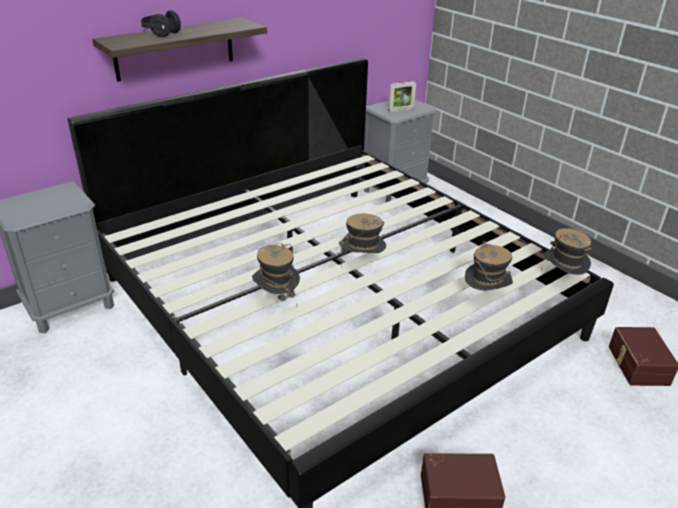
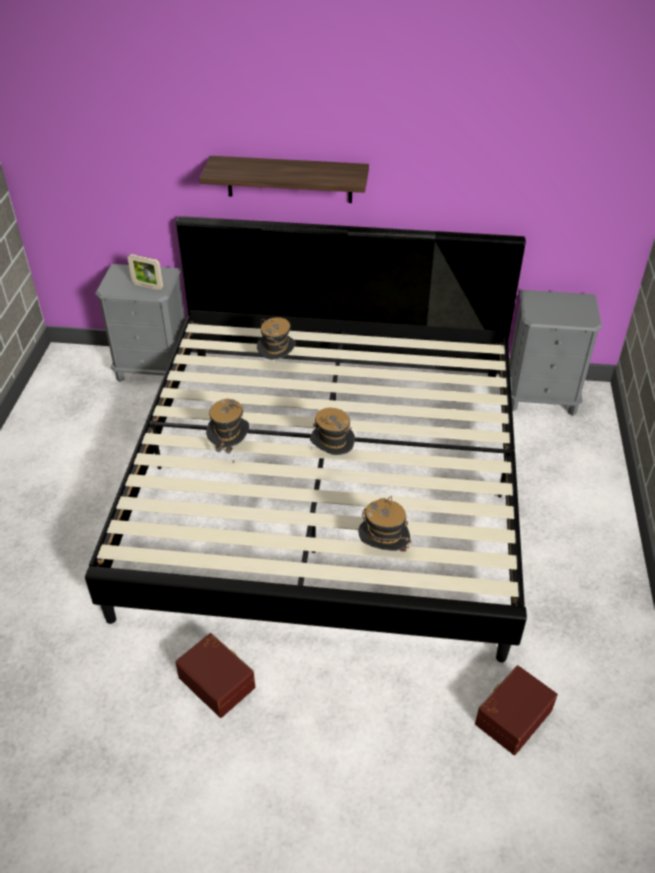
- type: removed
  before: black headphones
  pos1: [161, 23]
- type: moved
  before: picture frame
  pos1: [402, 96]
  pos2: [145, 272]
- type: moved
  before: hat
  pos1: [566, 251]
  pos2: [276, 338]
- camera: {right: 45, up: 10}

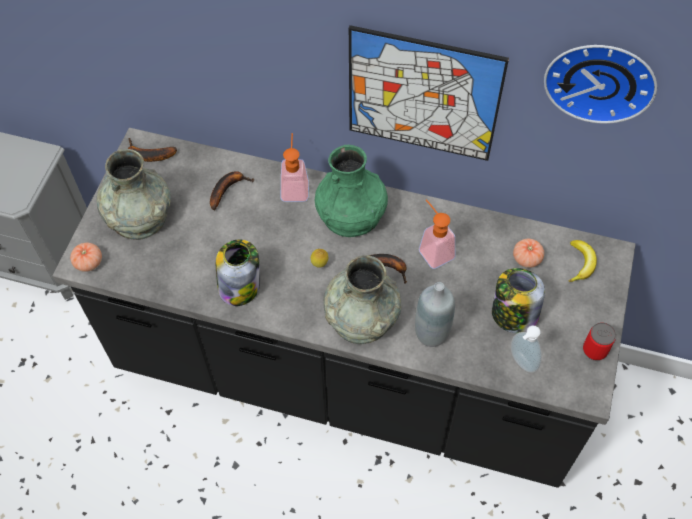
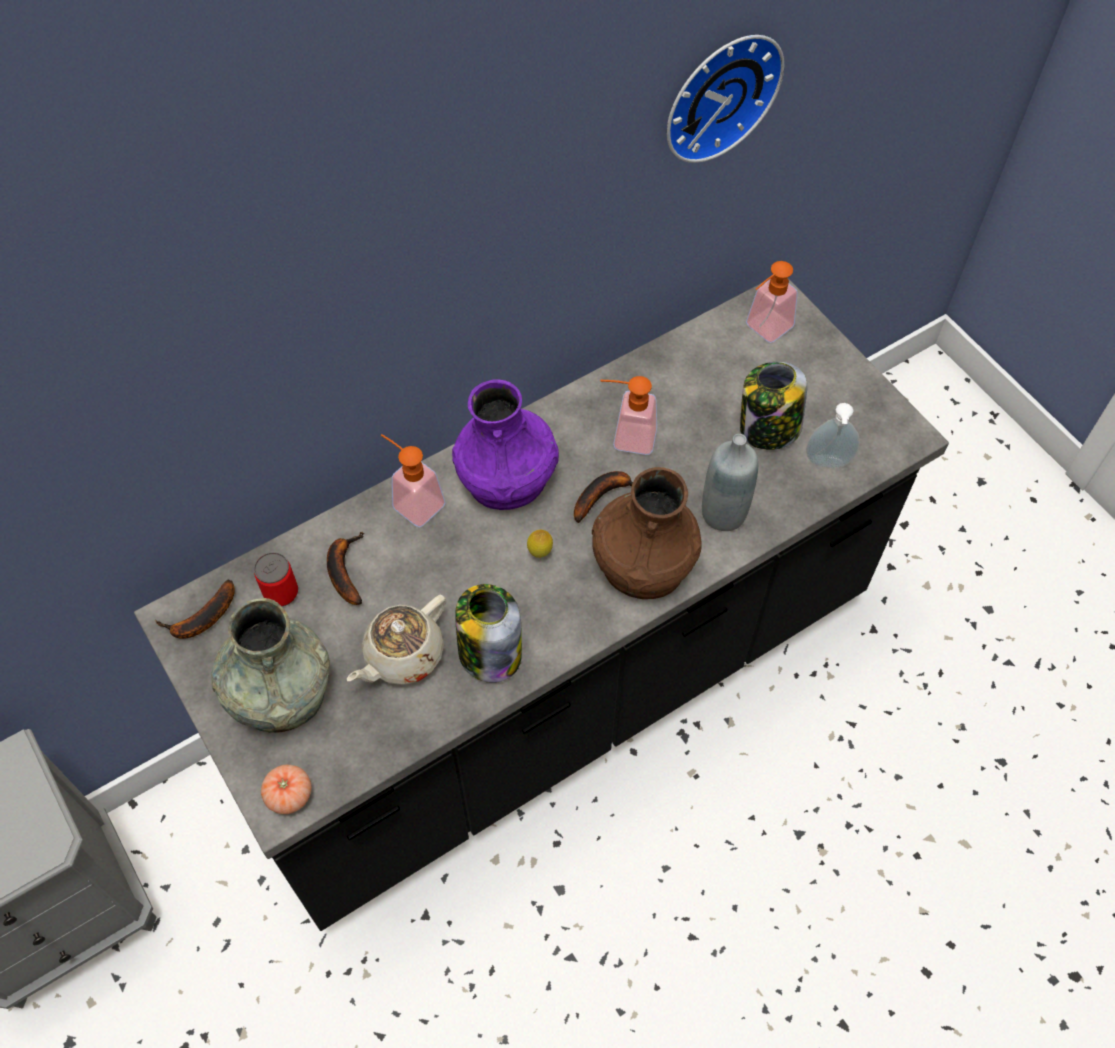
- type: removed
  before: picture
  pos1: [429, 93]
- type: removed
  before: tomato
  pos1: [528, 253]
- type: added
  after: beige teapot
  pos2: [396, 640]
- type: moved
  before: can
  pos1: [599, 341]
  pos2: [276, 579]
- type: replaced
  before: banana
  after: soap dispenser
  pos1: [582, 261]
  pos2: [772, 302]
- type: recoloured
  before: green vase
  after: purple vase
  pos1: [351, 191]
  pos2: [505, 444]
- type: recoloured
  before: grey vase
  after: brown vase
  pos1: [362, 299]
  pos2: [647, 533]
- camera: {right: -50, up: 0}

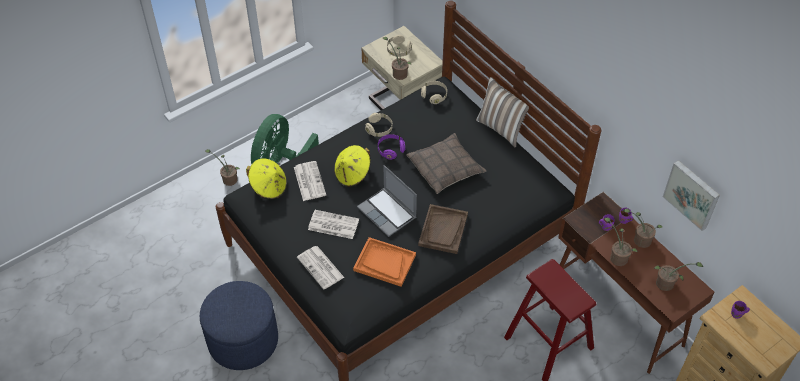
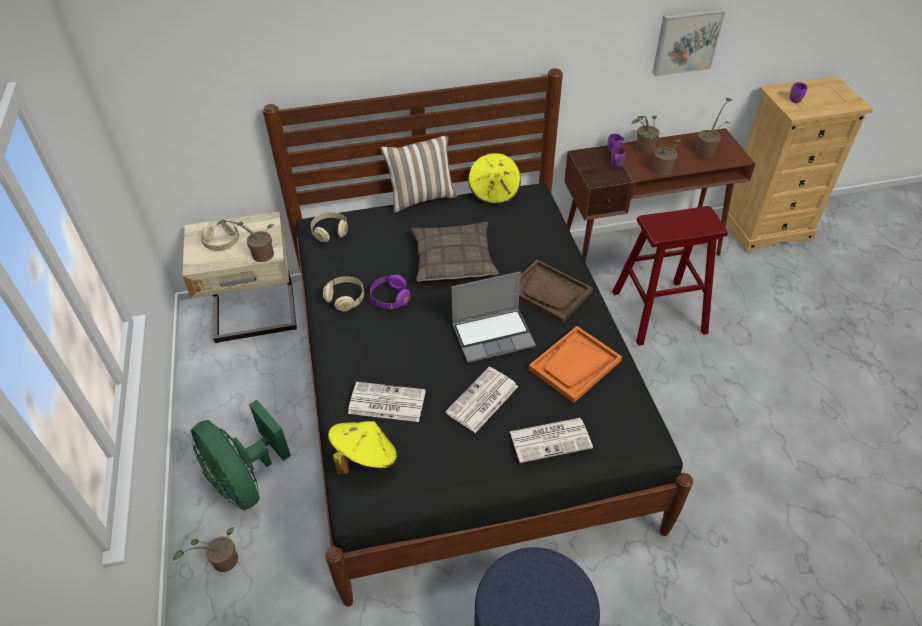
- type: moved
  before: yellow hat
  pos1: [352, 166]
  pos2: [494, 179]
- camera: {right: -65, up: -5}

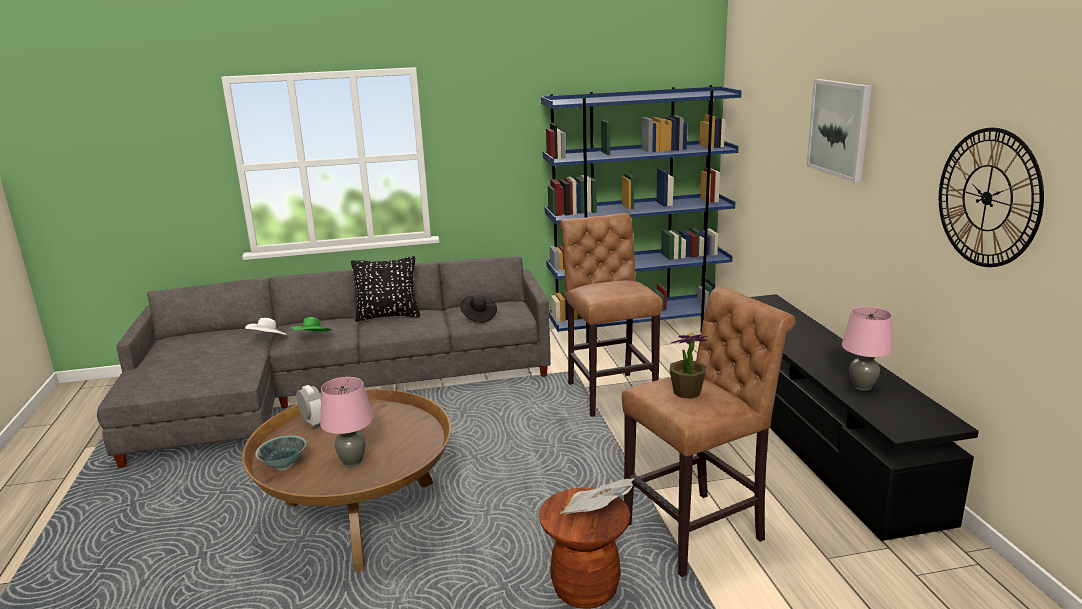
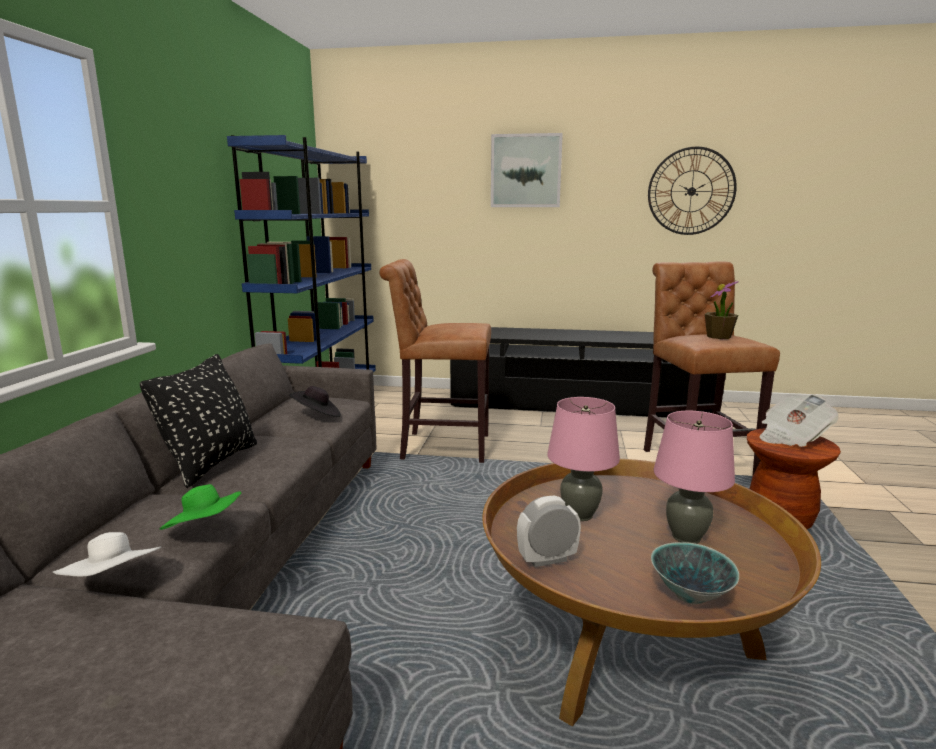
- type: moved
  before: pink table lamp
  pos1: [868, 349]
  pos2: [583, 459]
- camera: {right: -70, up: -5}

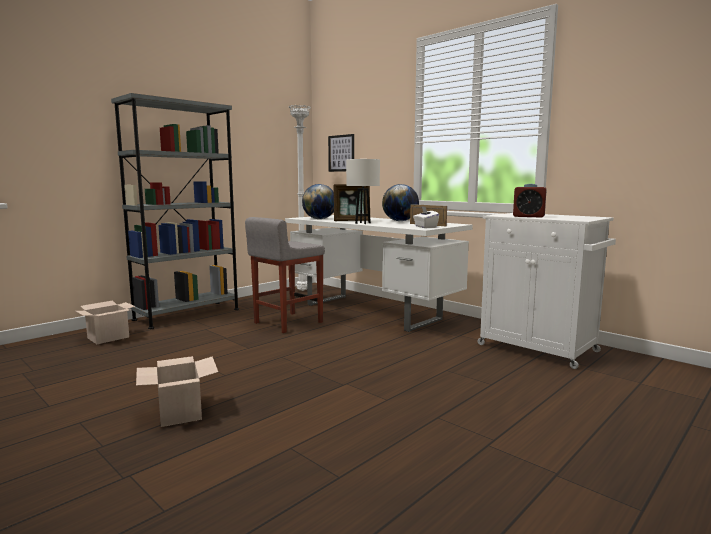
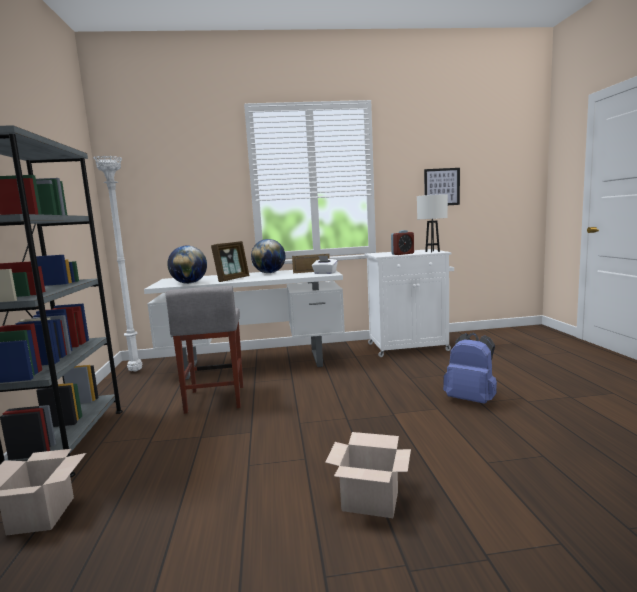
- type: added
  after: blue backpack
  pos2: [470, 368]
- type: moved
  before: picture
  pos1: [341, 153]
  pos2: [442, 186]
- type: moved
  before: white table lamp
  pos1: [363, 191]
  pos2: [432, 223]
- camera: {right: -50, up: 0}

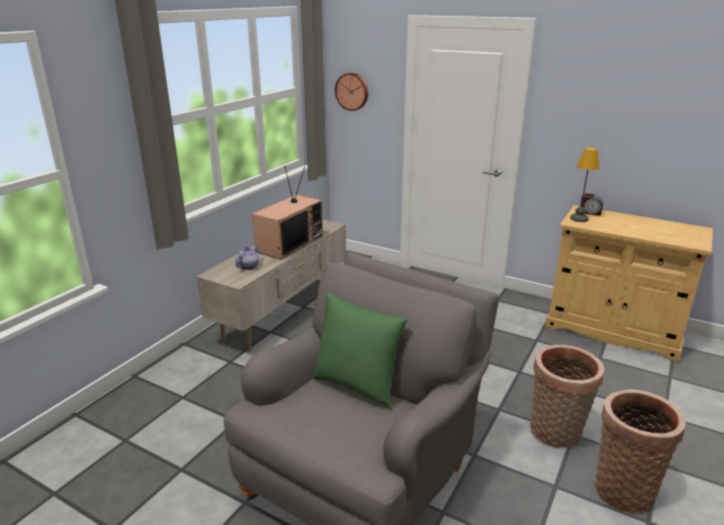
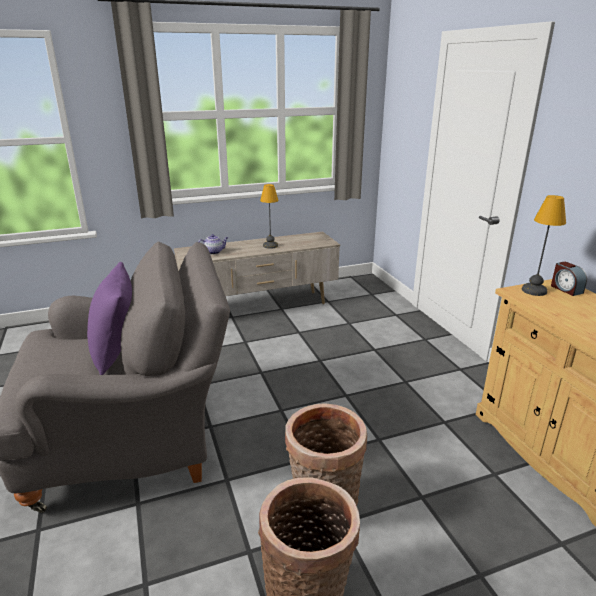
- type: removed
  before: wall clock
  pos1: [351, 92]
- type: replaced
  before: television
  after: table lamp
  pos1: [287, 211]
  pos2: [269, 216]
- type: recoloured
  before: green pillow
  after: purple pillow
  pos1: [360, 351]
  pos2: [109, 318]
- camera: {right: 40, up: 0}

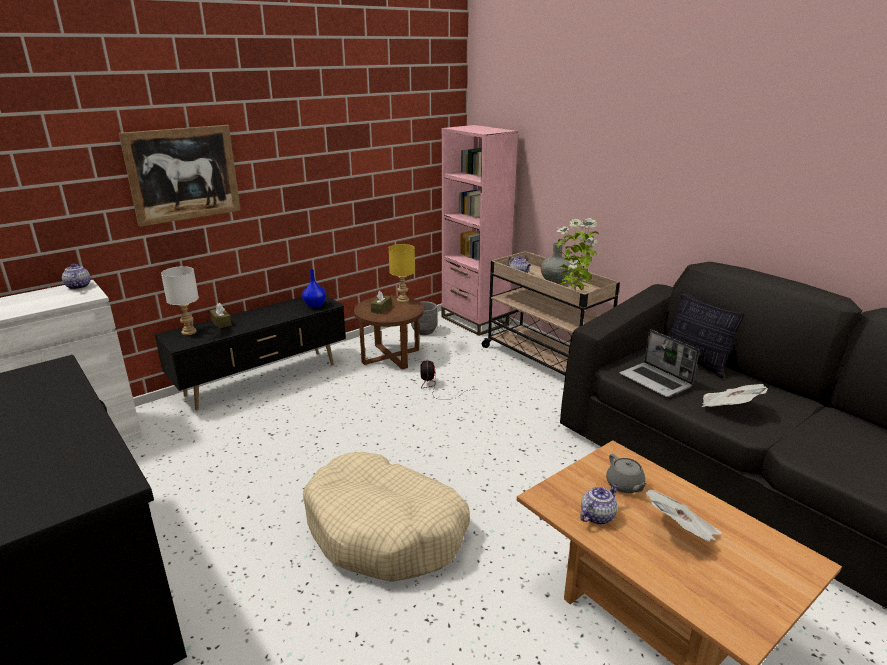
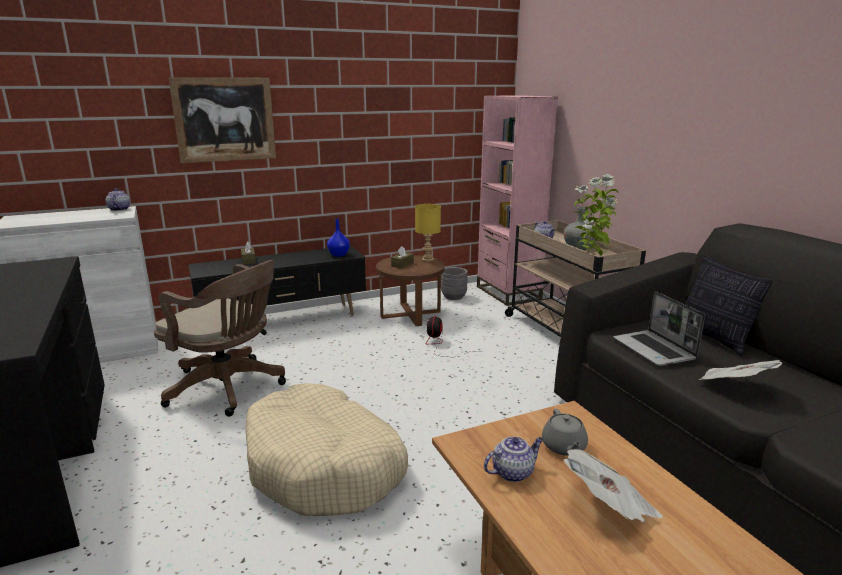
- type: removed
  before: white table lamp
  pos1: [180, 300]
- type: added
  after: brown office chair
  pos2: [220, 338]
- camera: {right: 15, up: -5}

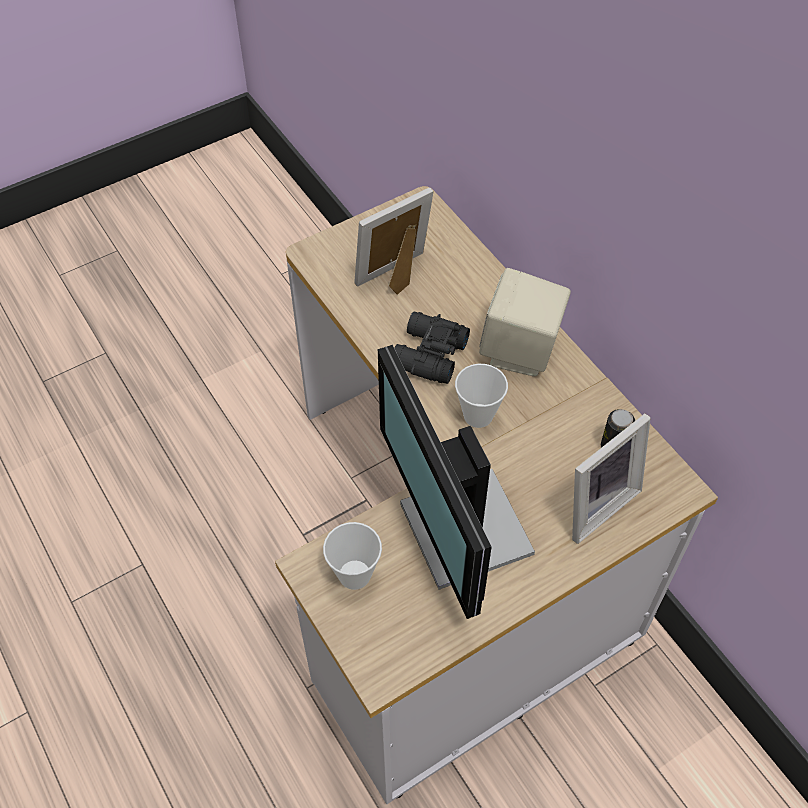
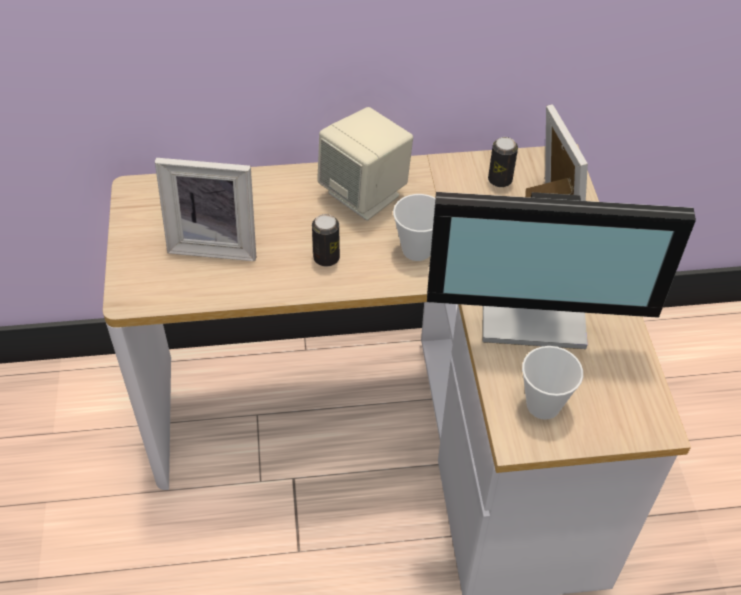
- type: replaced
  before: black binoculars
  after: can
  pos1: [432, 348]
  pos2: [326, 240]
- type: turned
  before: picture frame
  pos1: [394, 241]
  pos2: [205, 209]
  turn: -75
- camera: {right: -65, up: -5}

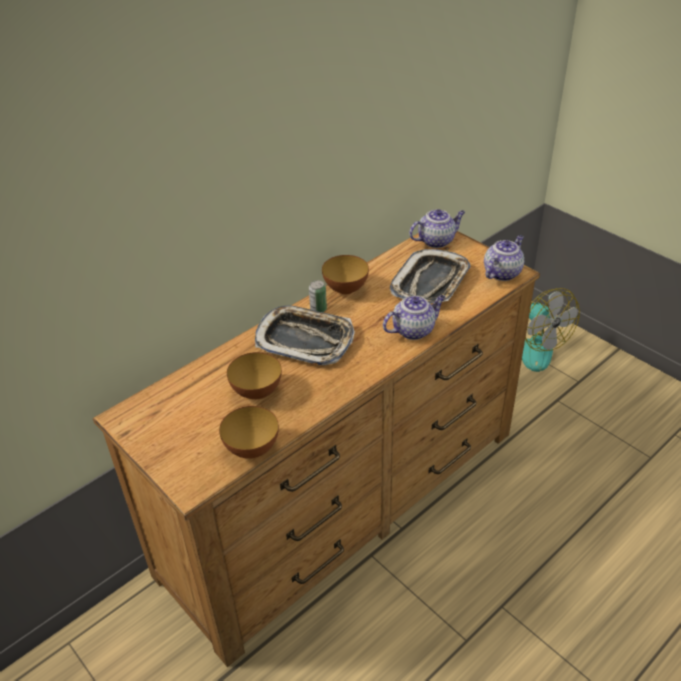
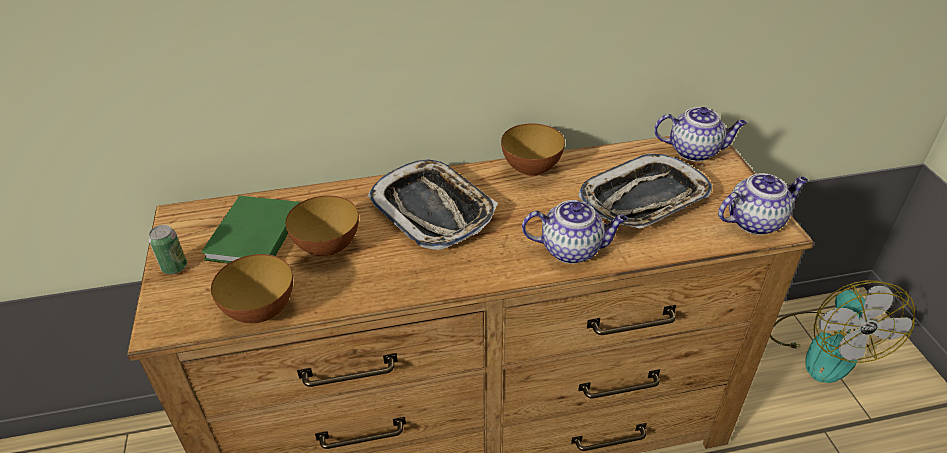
- type: added
  after: green book
  pos2: [250, 230]
- type: moved
  before: can
  pos1: [318, 296]
  pos2: [168, 249]
- camera: {right: 30, up: 0}

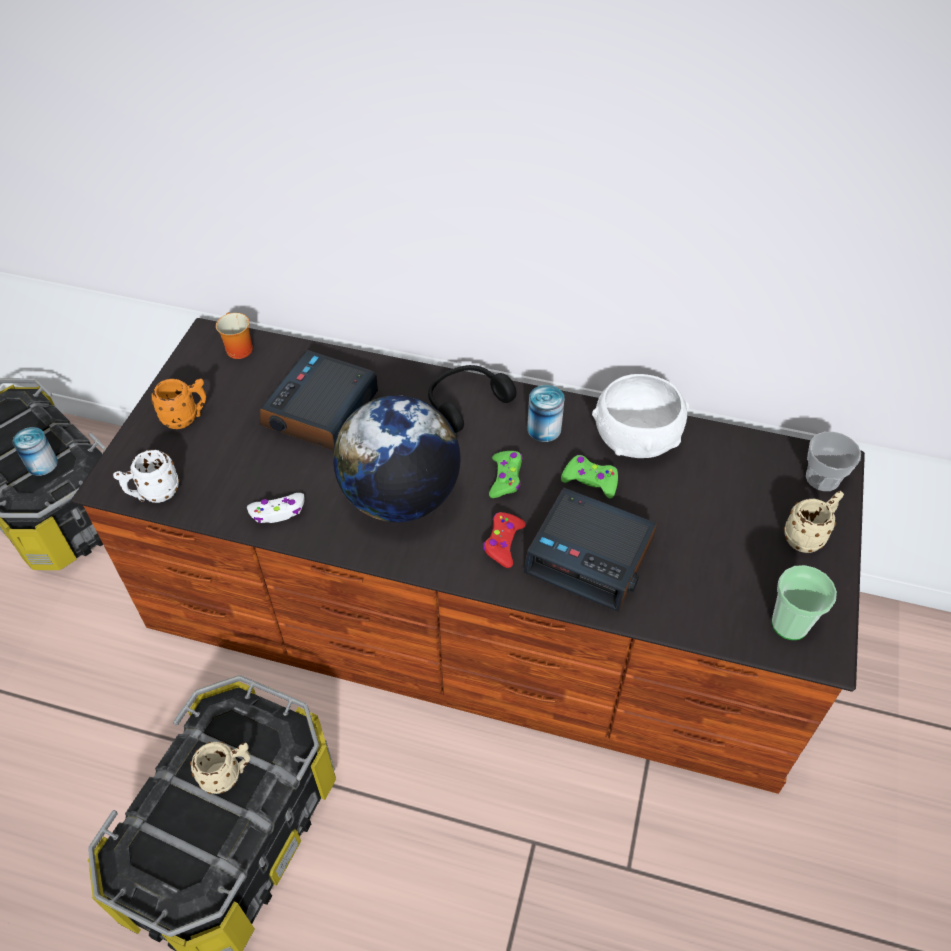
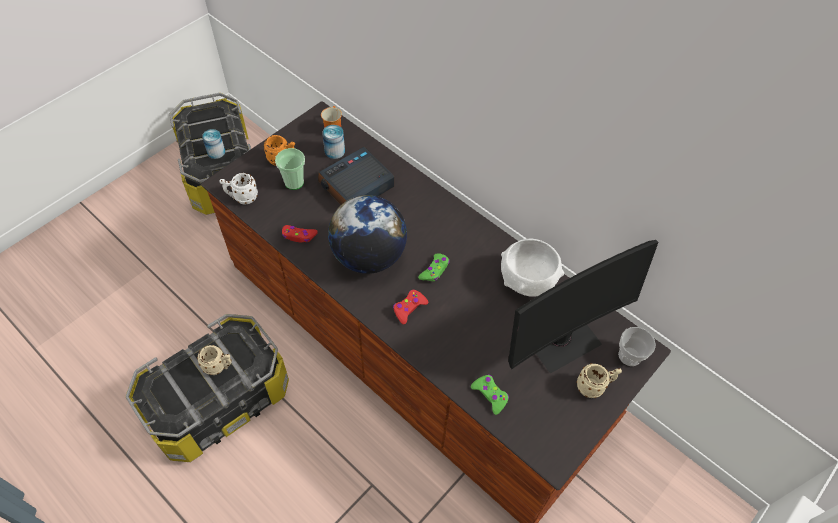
- type: removed
  before: black headphones
  pos1: [472, 399]
- type: removed
  before: alarm clock
  pos1: [590, 550]
- type: added
  after: monitor
  pos2: [583, 307]
- type: moved
  before: can
  pos1: [546, 413]
  pos2: [333, 142]
- type: moved
  before: green game controller
  pos1: [589, 477]
  pos2: [490, 395]
- type: moved
  before: cup
  pos1: [804, 602]
  pos2: [290, 169]
- type: recoloured
  before: white game controller
  after: red game controller
  pos1: [276, 508]
  pos2: [300, 234]
- camera: {right: 25, up: 5}

